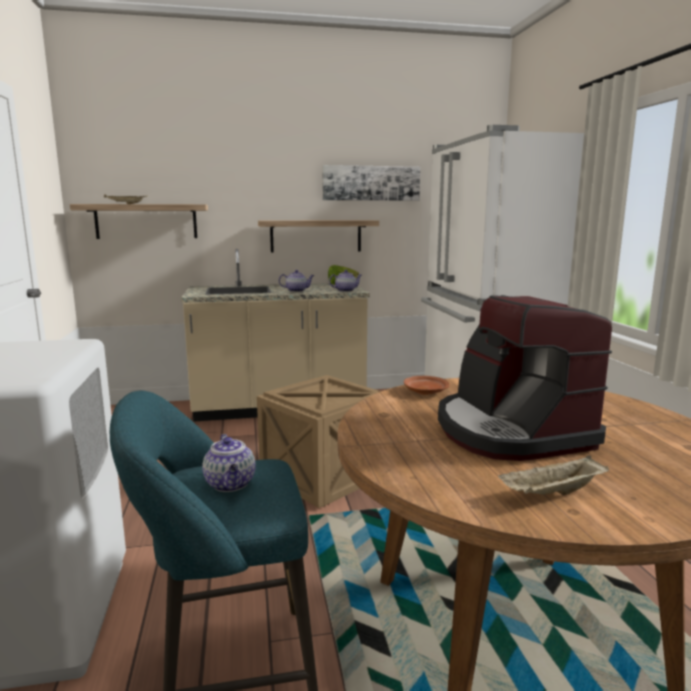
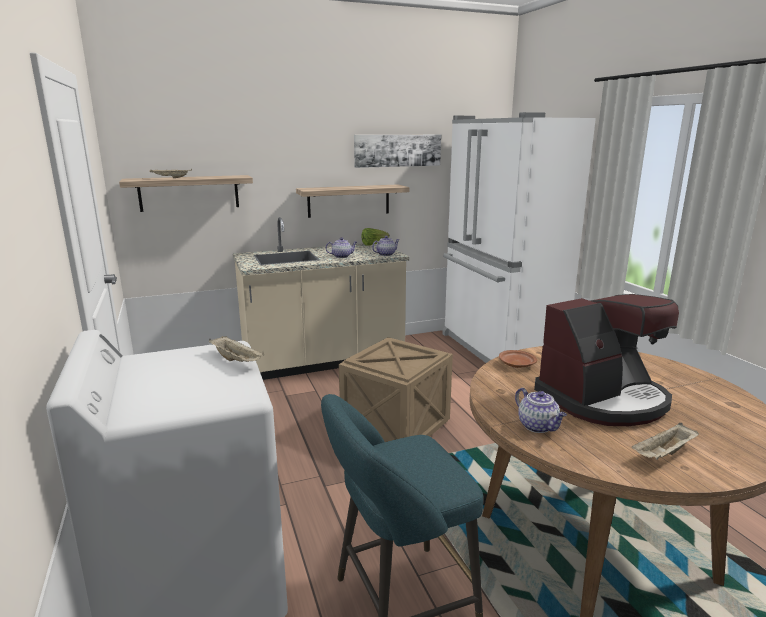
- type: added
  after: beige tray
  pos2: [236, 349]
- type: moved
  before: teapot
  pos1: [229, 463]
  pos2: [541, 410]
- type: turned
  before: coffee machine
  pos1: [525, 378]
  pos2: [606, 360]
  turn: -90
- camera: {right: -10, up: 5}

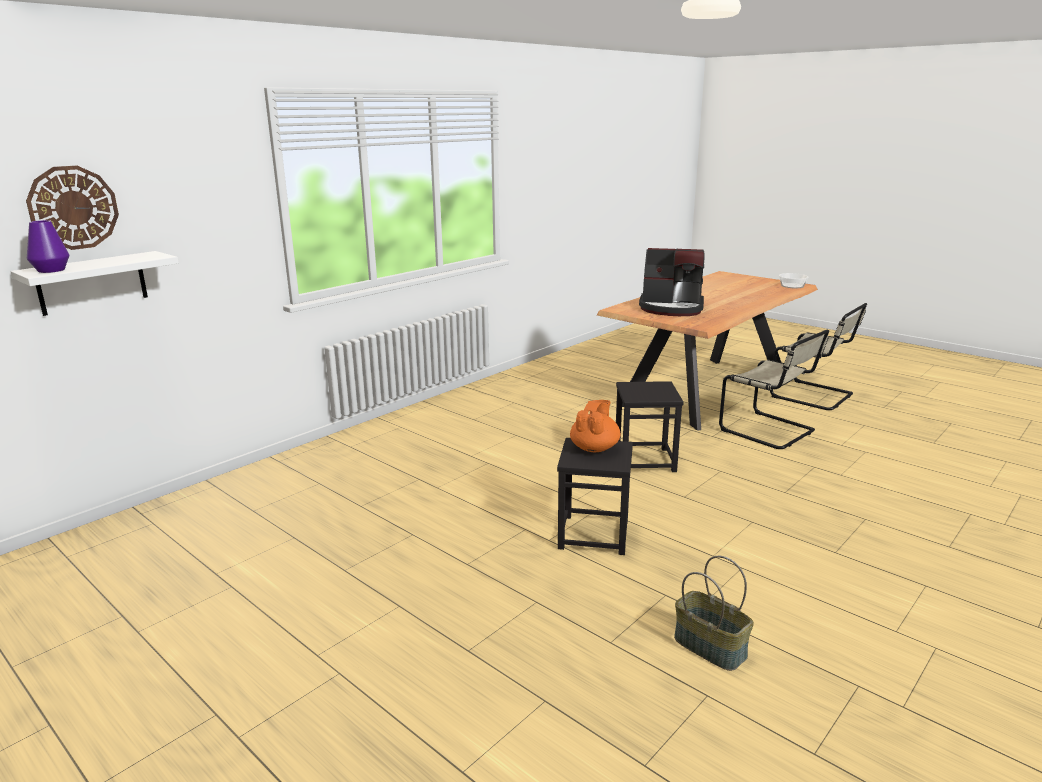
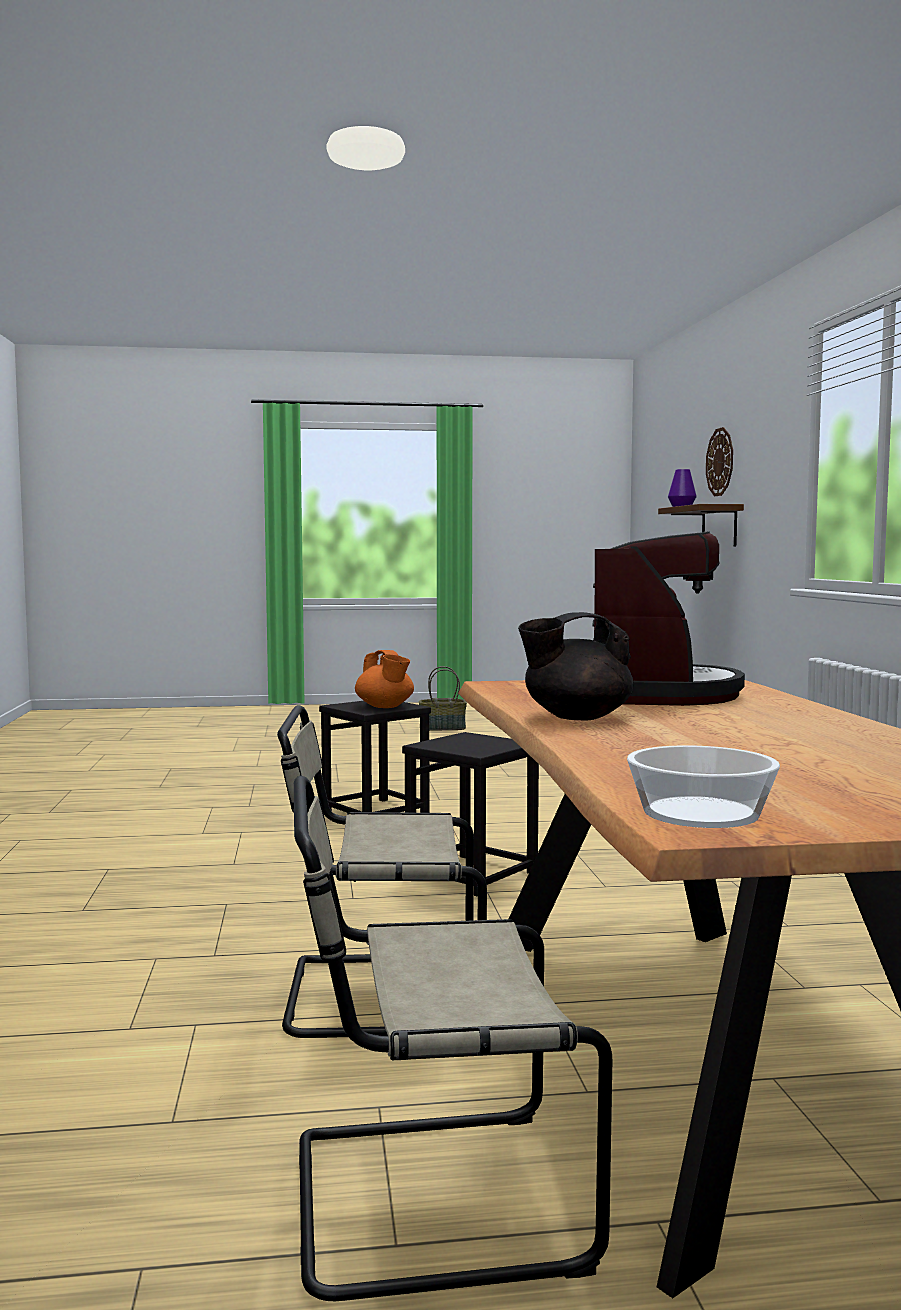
- type: added
  after: black teapot
  pos2: [576, 666]
- type: moved
  before: basket
  pos1: [714, 613]
  pos2: [443, 698]
- type: recoloured
  before: white shelf
  after: brown shelf
  pos1: [94, 283]
  pos2: [701, 525]
- type: turned
  before: coffee machine
  pos1: [672, 282]
  pos2: [668, 618]
  turn: 135
- camera: {right: 130, up: -15}

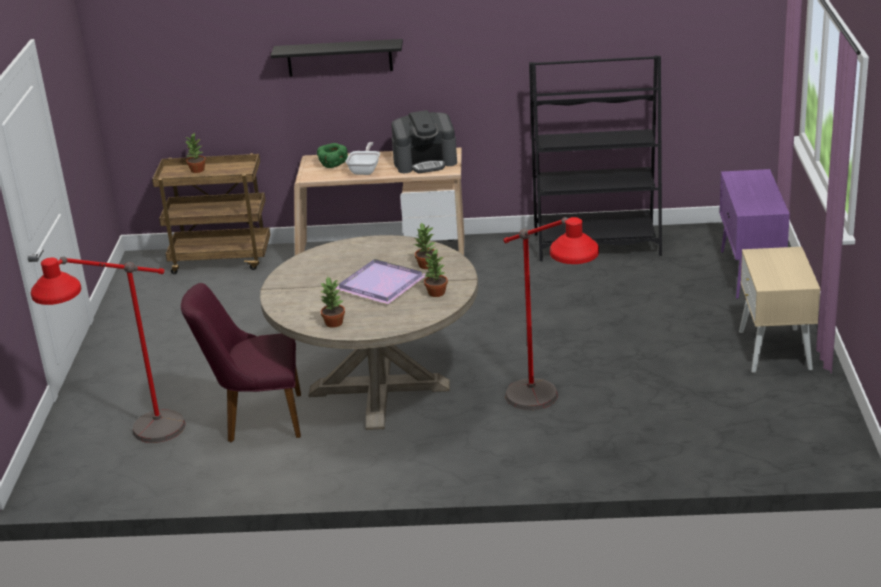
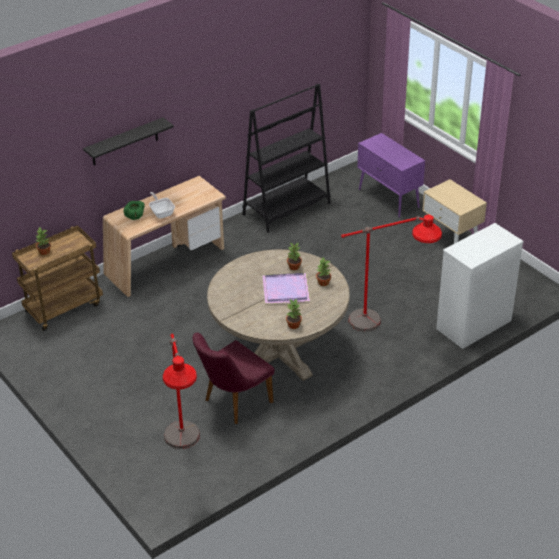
- type: removed
  before: coffee machine
  pos1: [424, 141]
- type: added
  after: white dresser
  pos2: [480, 286]
- camera: {right: -40, up: 10}

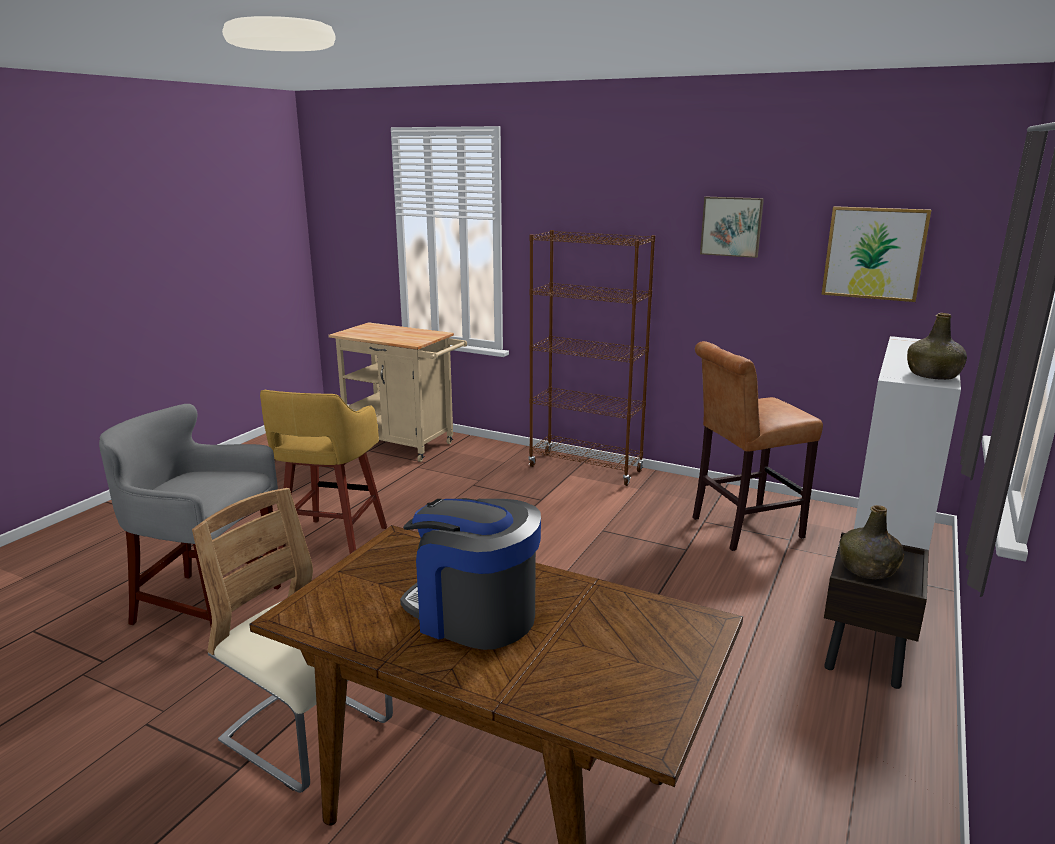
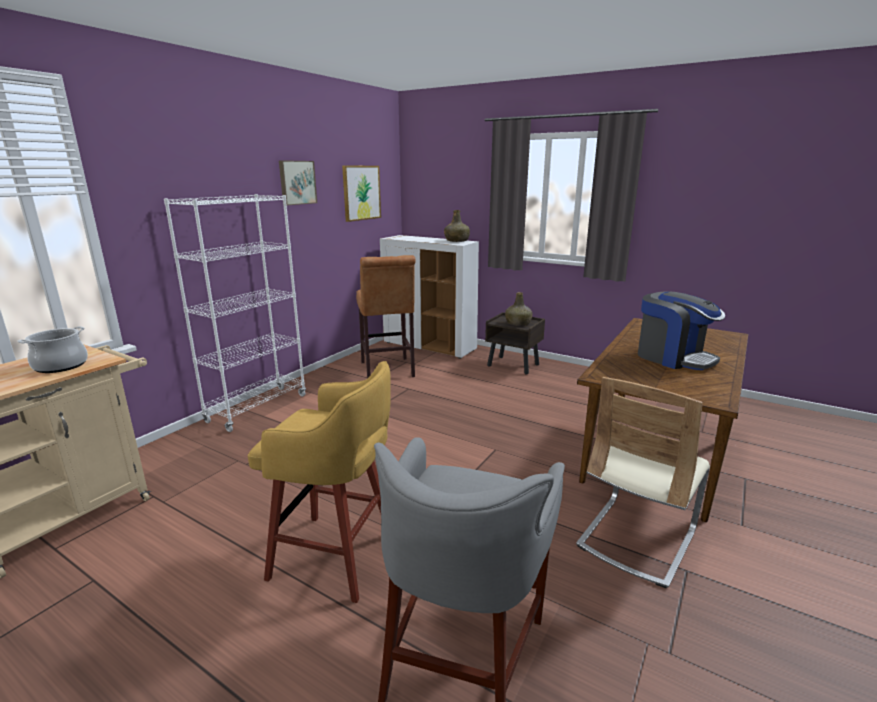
- type: added
  after: cooking pot
  pos2: [52, 349]
- type: recoloured
  before: brown bookcase
  after: white bookcase
  pos1: [591, 358]
  pos2: [235, 313]
- type: turned
  before: coffee machine
  pos1: [470, 574]
  pos2: [681, 330]
  turn: -75
- camera: {right: -85, up: 0}

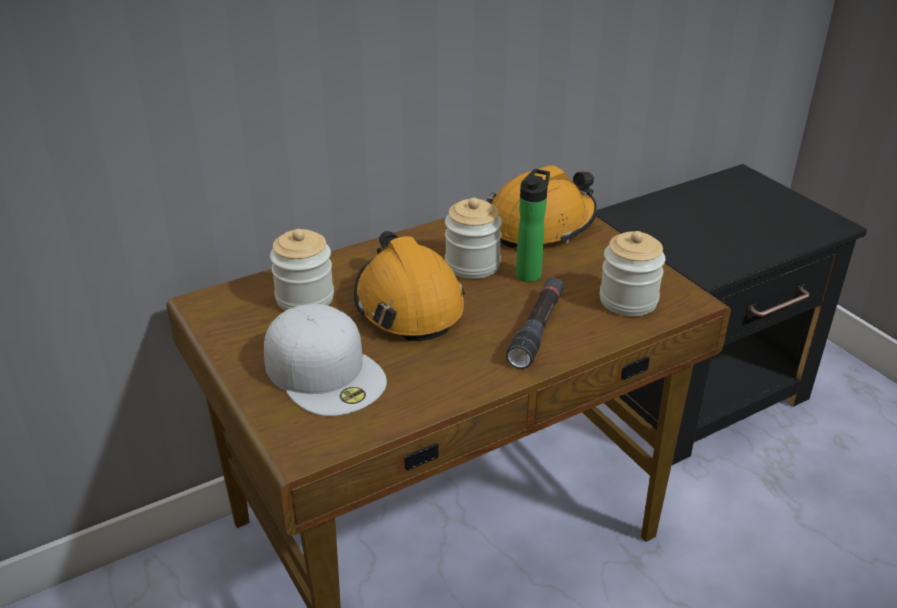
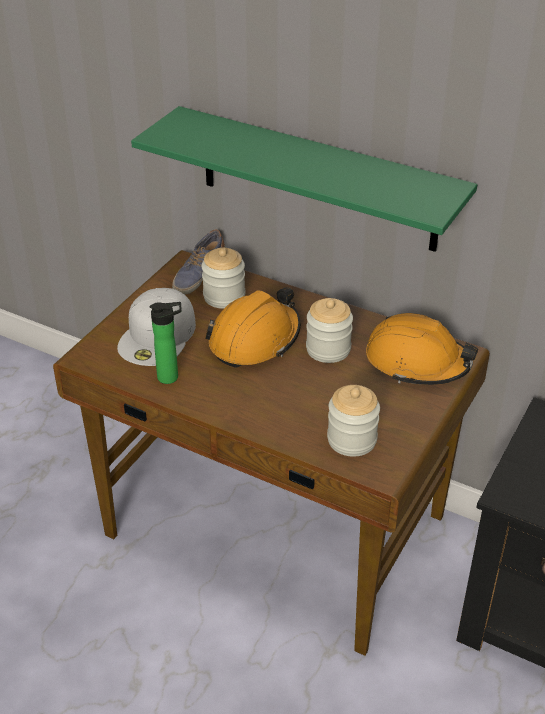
- type: removed
  before: black flashlight
  pos1: [535, 323]
- type: added
  after: green shelf
  pos2: [304, 179]
- type: added
  after: shoe
  pos2: [199, 262]
- type: moved
  before: bottle
  pos1: [533, 225]
  pos2: [166, 343]
- camera: {right: 60, up: 5}

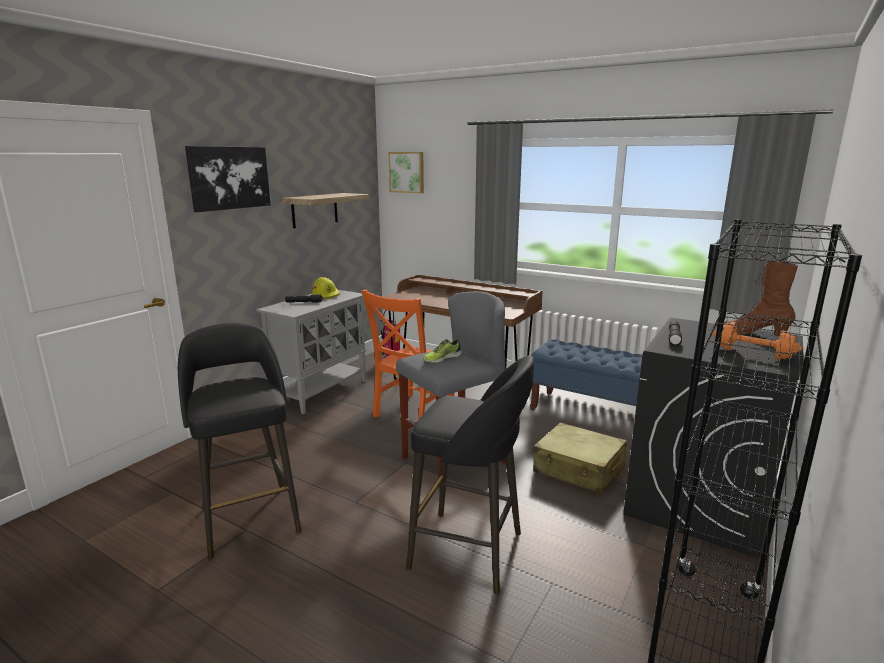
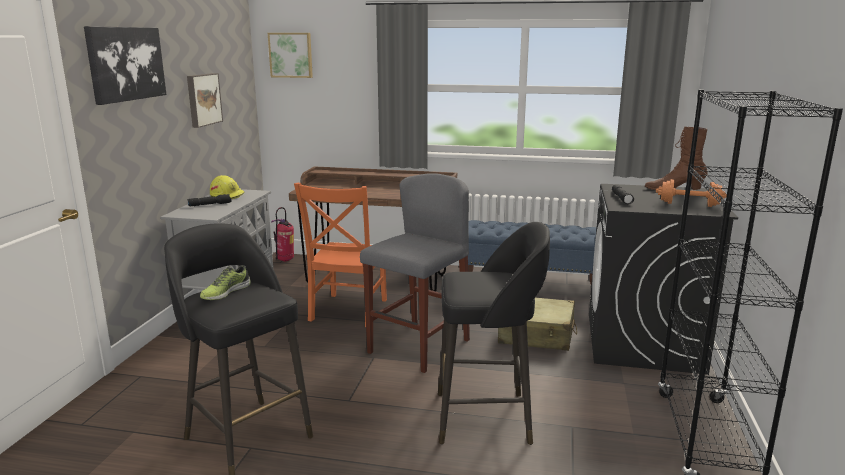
- type: moved
  before: shoe
  pos1: [442, 351]
  pos2: [225, 282]
- type: replaced
  before: shelf
  after: picture
  pos1: [326, 210]
  pos2: [205, 100]
- camera: {right: -20, up: 0}

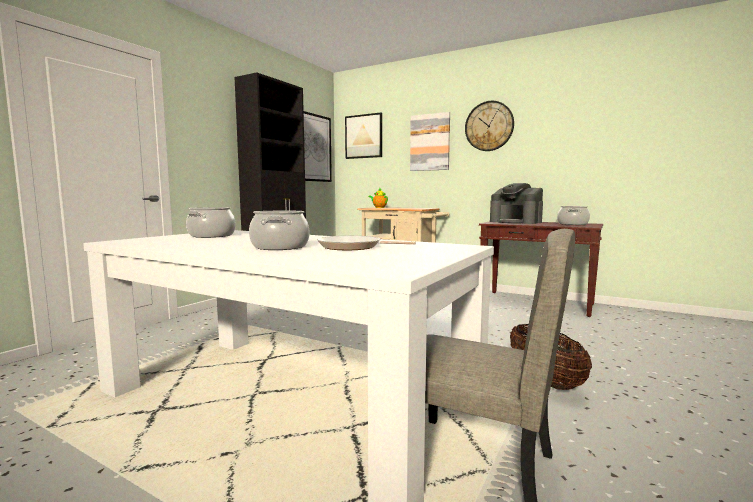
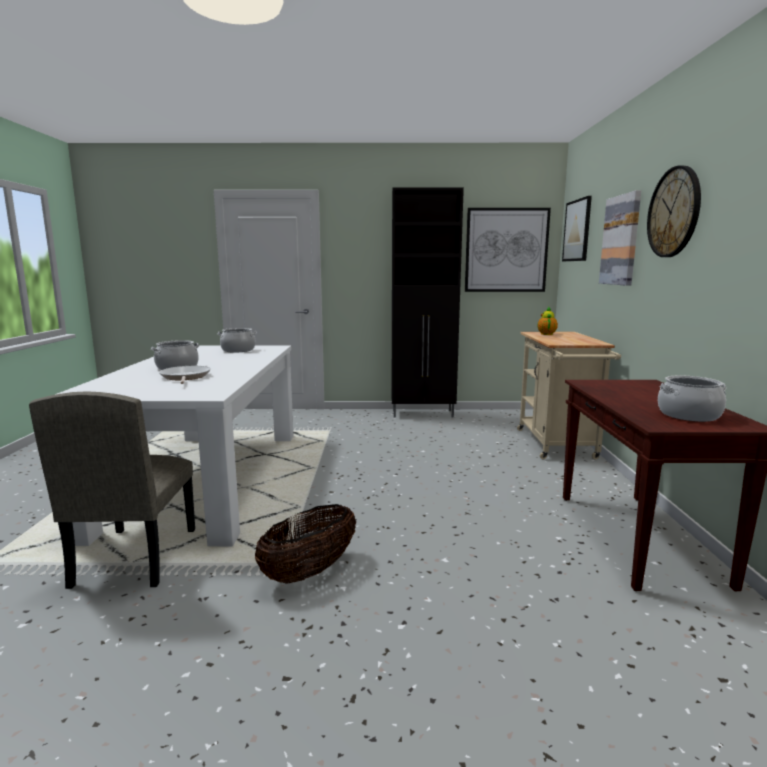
- type: removed
  before: coffee machine
  pos1: [516, 203]
- camera: {right: 60, up: 5}

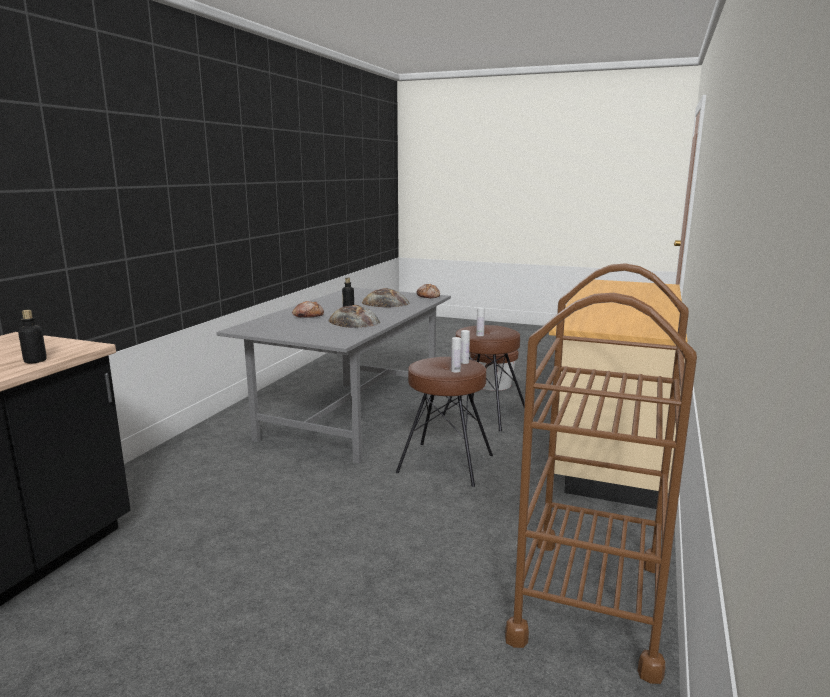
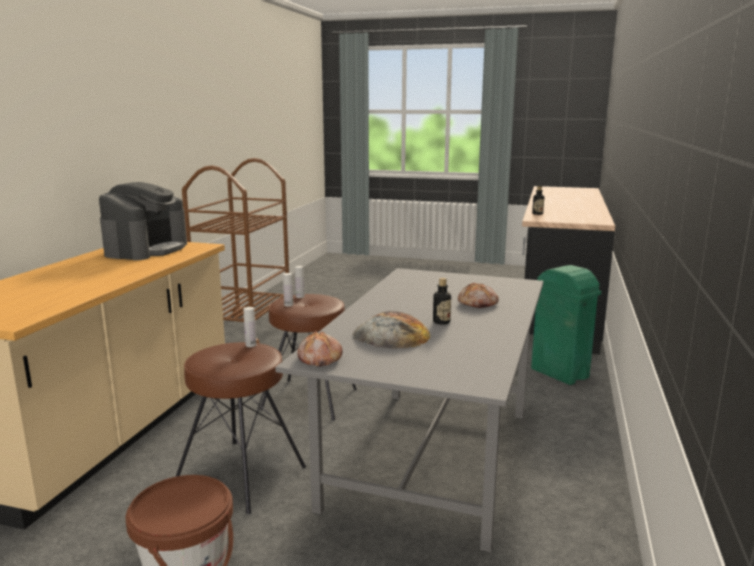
- type: removed
  before: bread
  pos1: [354, 316]
- type: added
  after: coffee machine
  pos2: [143, 221]
- type: added
  after: green trash can
  pos2: [566, 325]
- camera: {right: 175, up: 0}

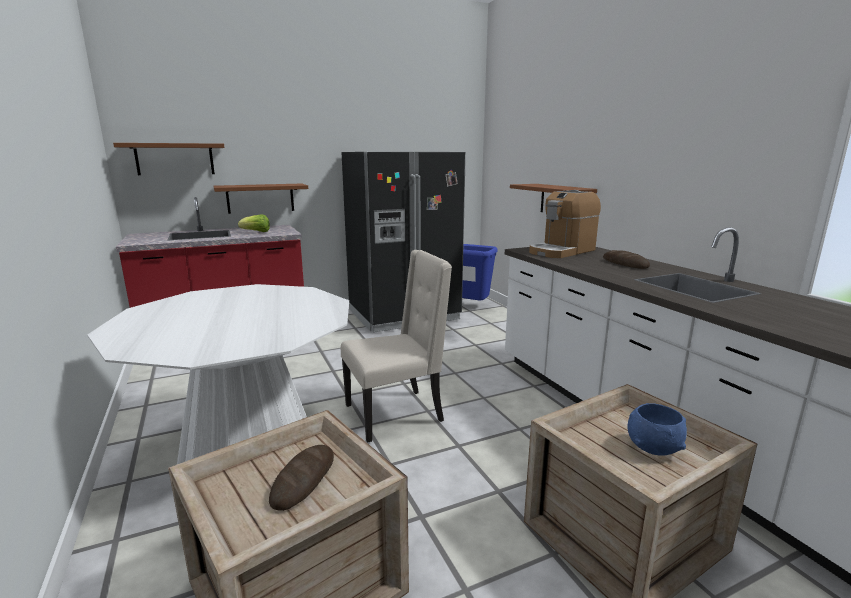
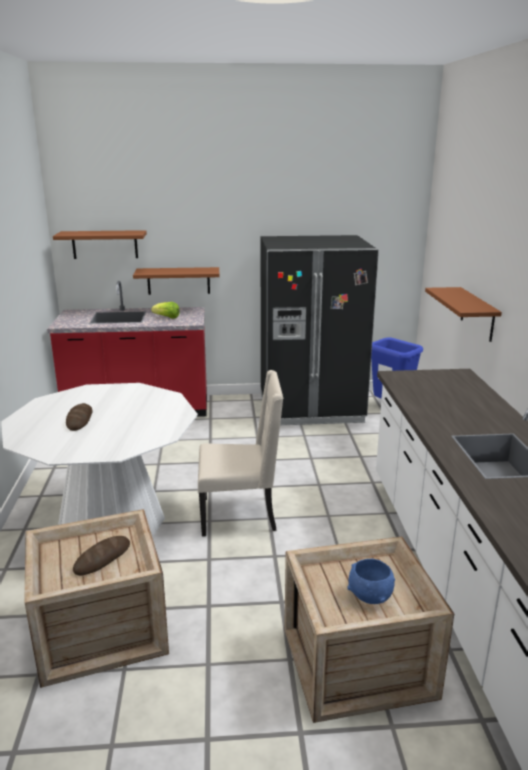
- type: removed
  before: coffee machine
  pos1: [565, 224]
- type: moved
  before: bread
  pos1: [626, 259]
  pos2: [79, 417]
- camera: {right: 20, up: 5}

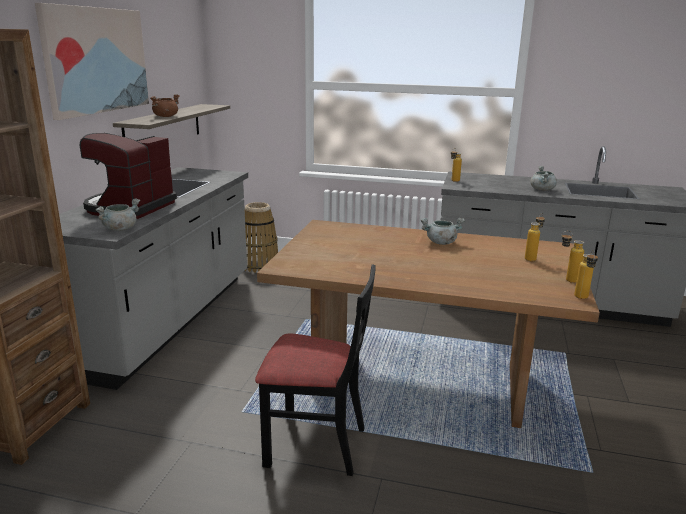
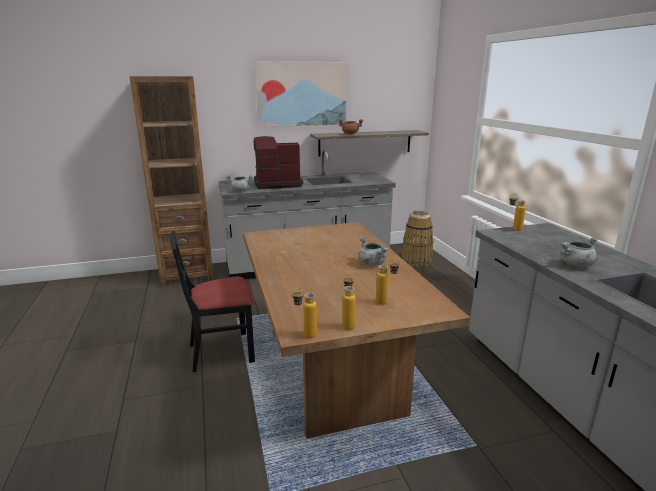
- type: turned
  before: black chair
  pos1: [315, 370]
  pos2: [212, 301]
  turn: 90
- camera: {right: 60, up: 0}

